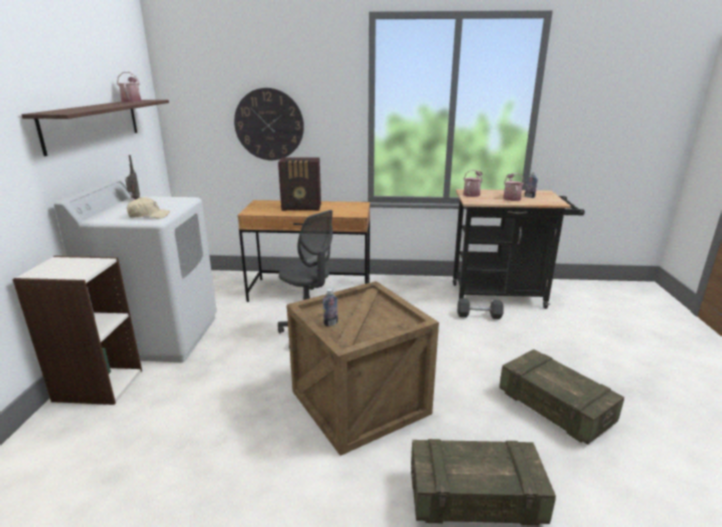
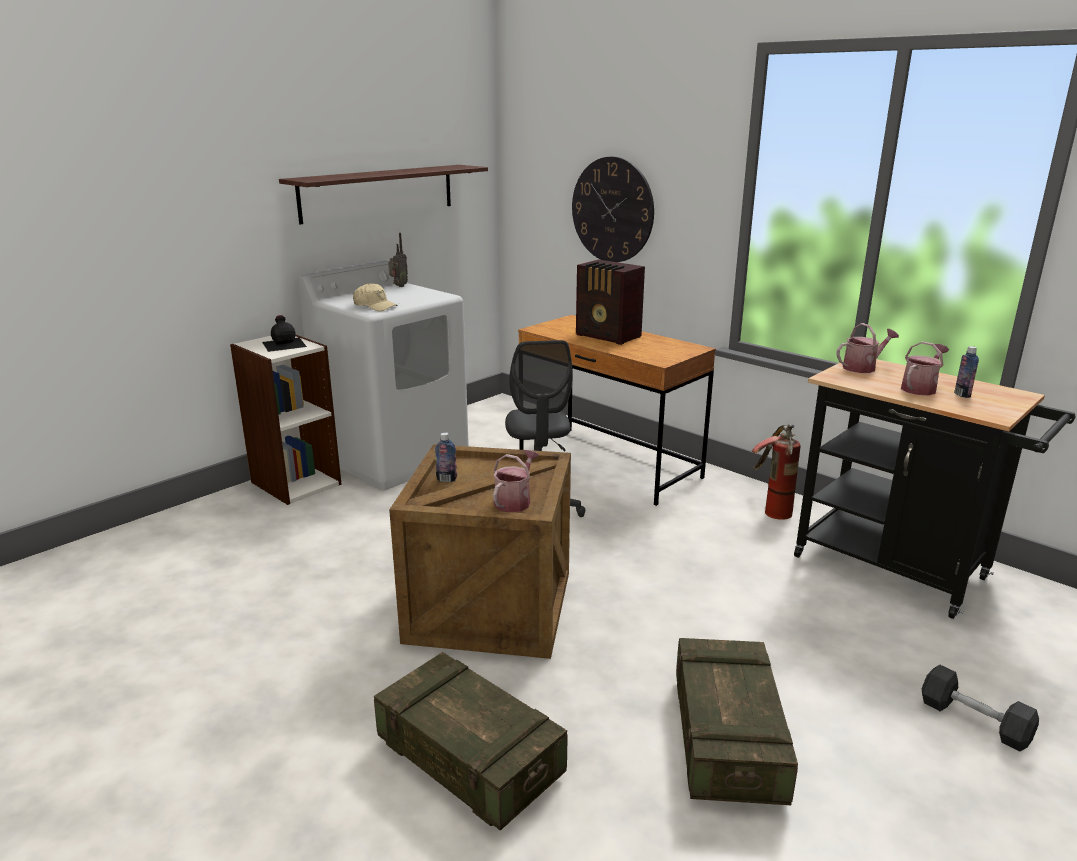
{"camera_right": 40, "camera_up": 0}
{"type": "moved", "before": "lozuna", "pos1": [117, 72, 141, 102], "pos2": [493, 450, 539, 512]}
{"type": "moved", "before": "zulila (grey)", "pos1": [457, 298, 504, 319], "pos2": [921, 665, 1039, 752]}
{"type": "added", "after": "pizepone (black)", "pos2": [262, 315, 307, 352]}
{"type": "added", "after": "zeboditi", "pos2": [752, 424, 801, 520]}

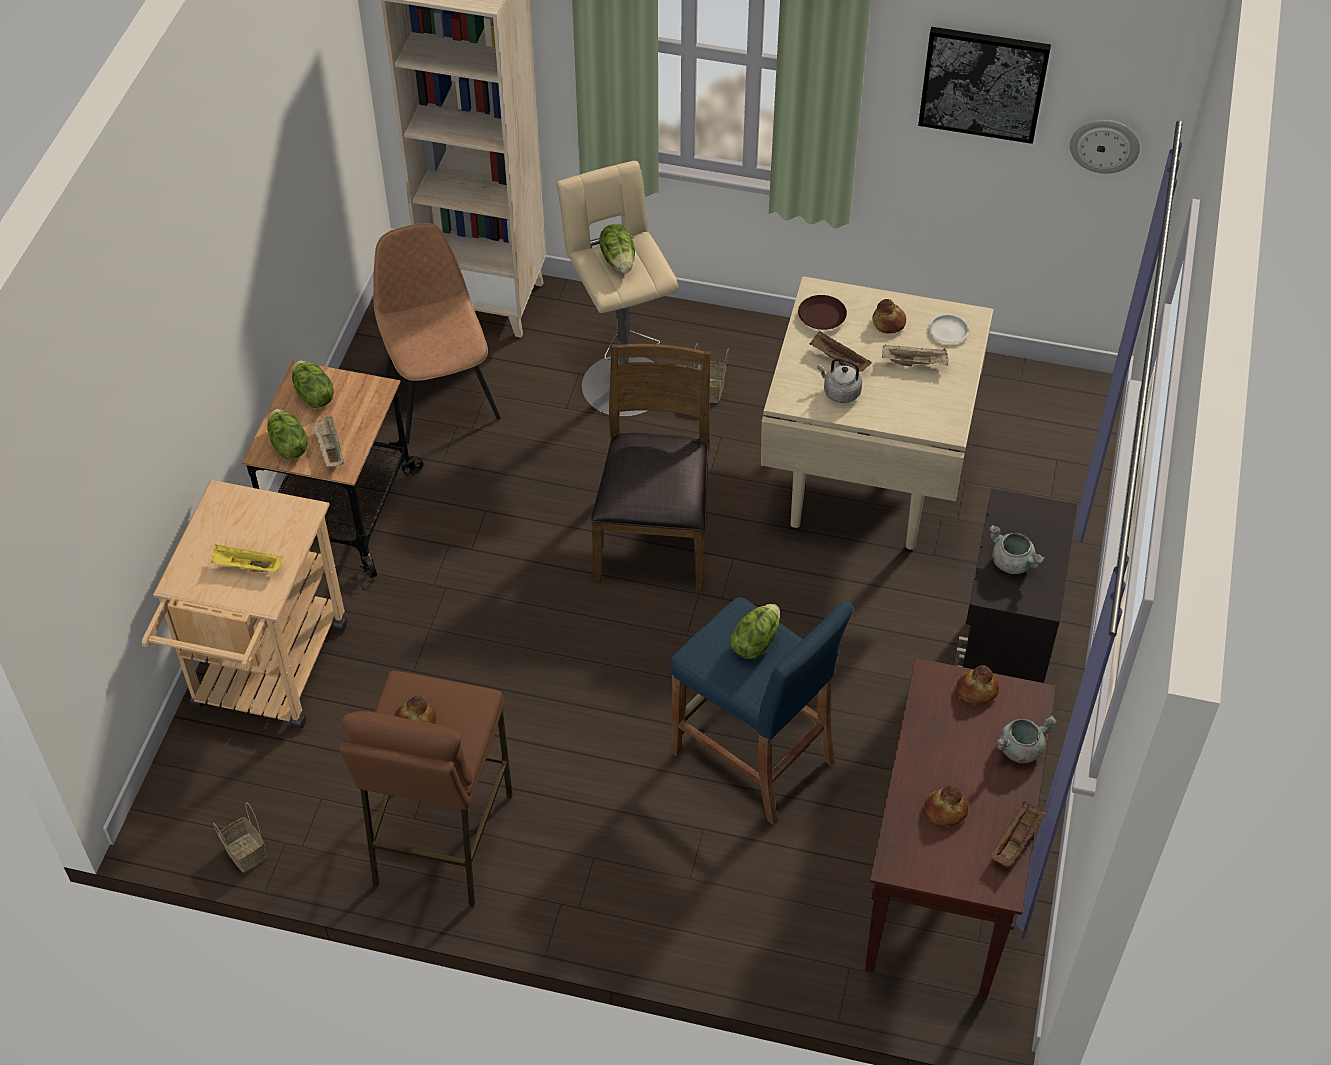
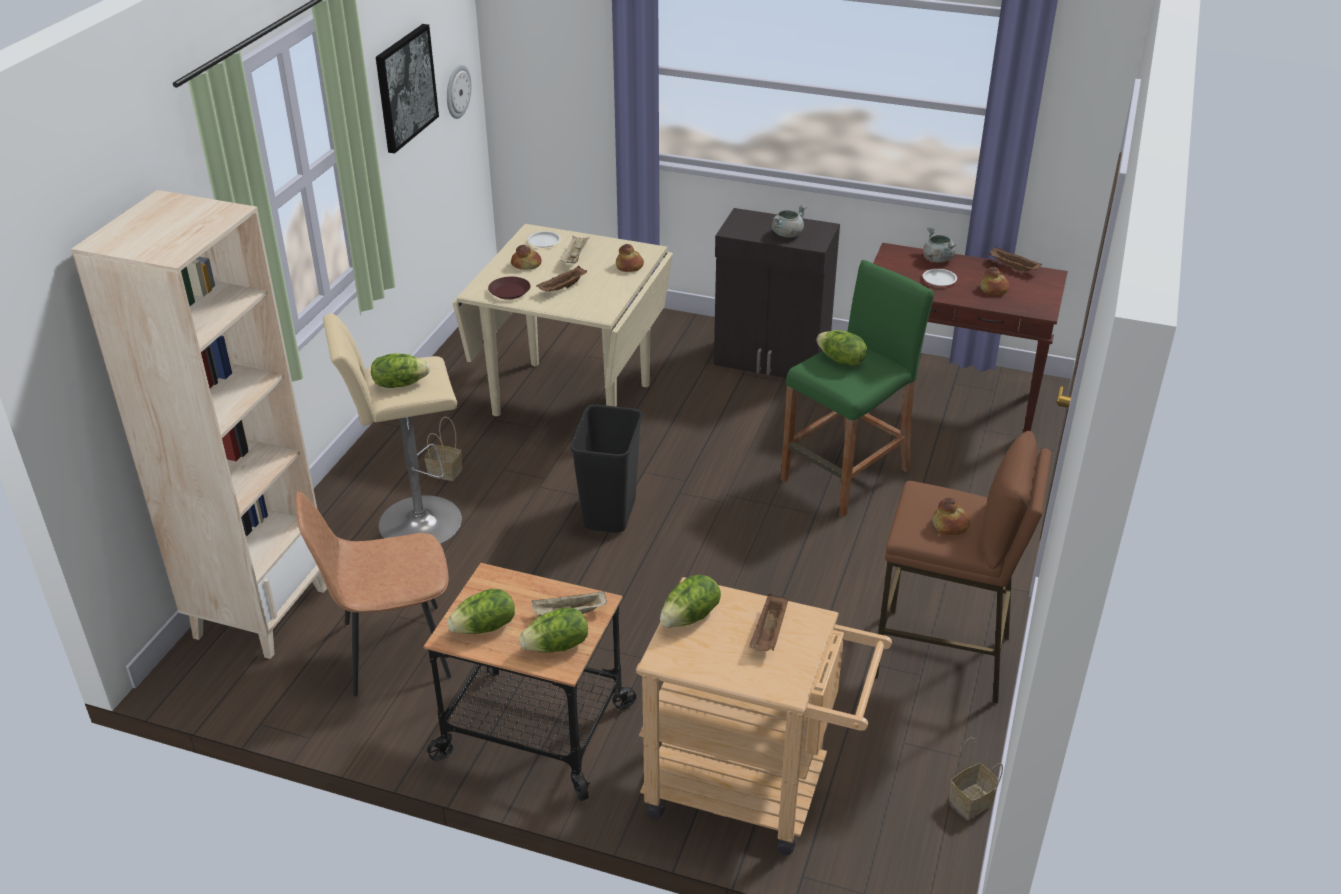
{"camera_right": -85, "camera_up": -15}
{"type": "replaced", "before": "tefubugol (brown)", "after": "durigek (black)", "pos1": [591, 344, 710, 591], "pos2": [570, 405, 643, 533]}
{"type": "removed", "before": "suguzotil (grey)", "pos1": [817, 358, 862, 403]}
{"type": "recoloured", "before": "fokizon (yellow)", "after": "fokizon (brown)", "pos1": [211, 544, 283, 572], "pos2": [749, 593, 788, 651]}
{"type": "recoloured", "before": "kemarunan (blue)", "after": "kemarunan (green)", "pos1": [670, 597, 853, 825], "pos2": [781, 260, 934, 517]}
{"type": "moved", "before": "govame", "pos1": [957, 665, 999, 705], "pos2": [616, 244, 644, 272]}
{"type": "added", "after": "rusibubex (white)", "pos2": [923, 269, 957, 286]}
{"type": "added", "after": "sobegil", "pos2": [660, 575, 721, 628]}

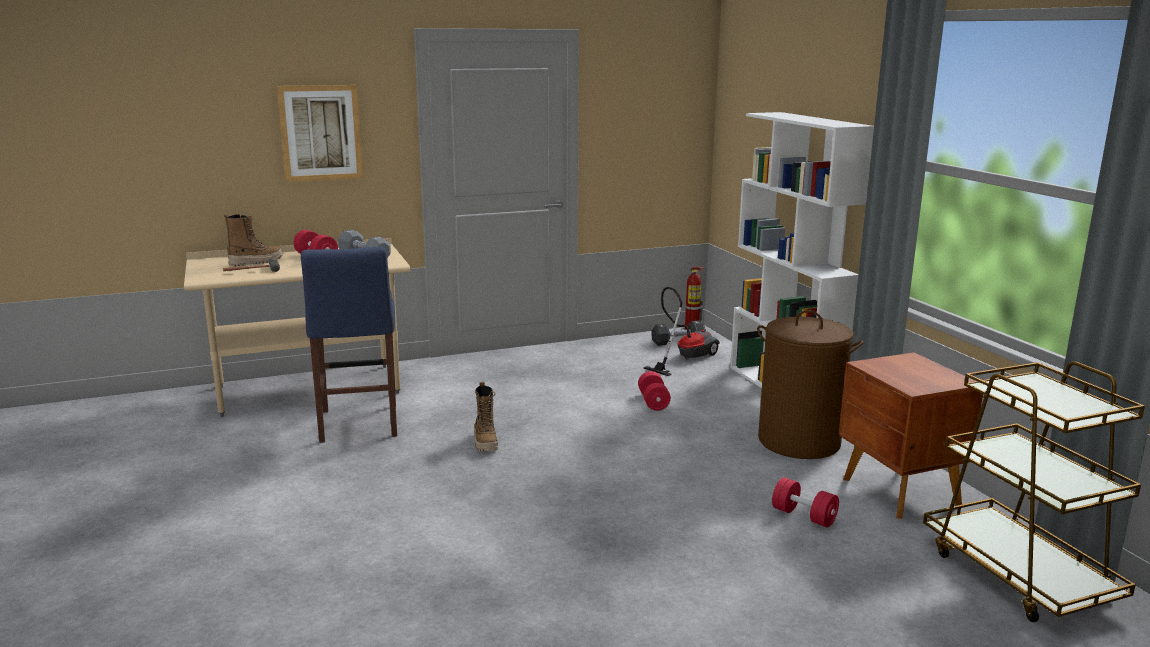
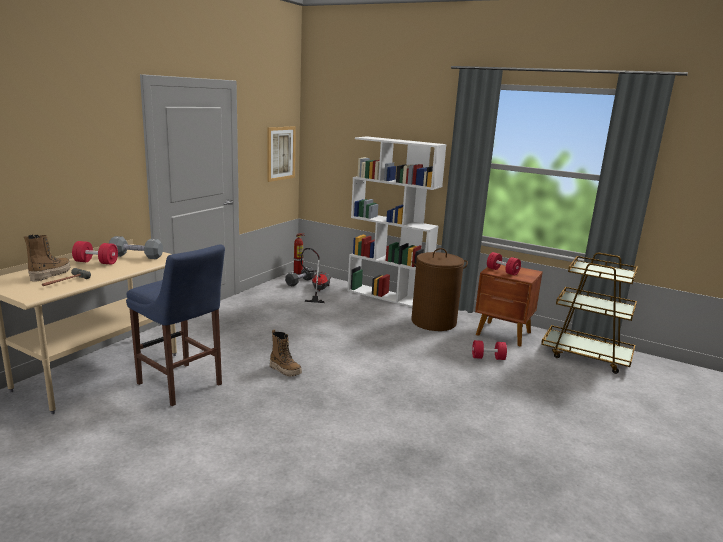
{"camera_right": -40, "camera_up": 0}
{"type": "moved", "before": "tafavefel", "pos1": [277, 85, 363, 182], "pos2": [268, 126, 296, 182]}
{"type": "moved", "before": "zulila (red)", "pos1": [638, 371, 671, 411], "pos2": [487, 252, 521, 275]}

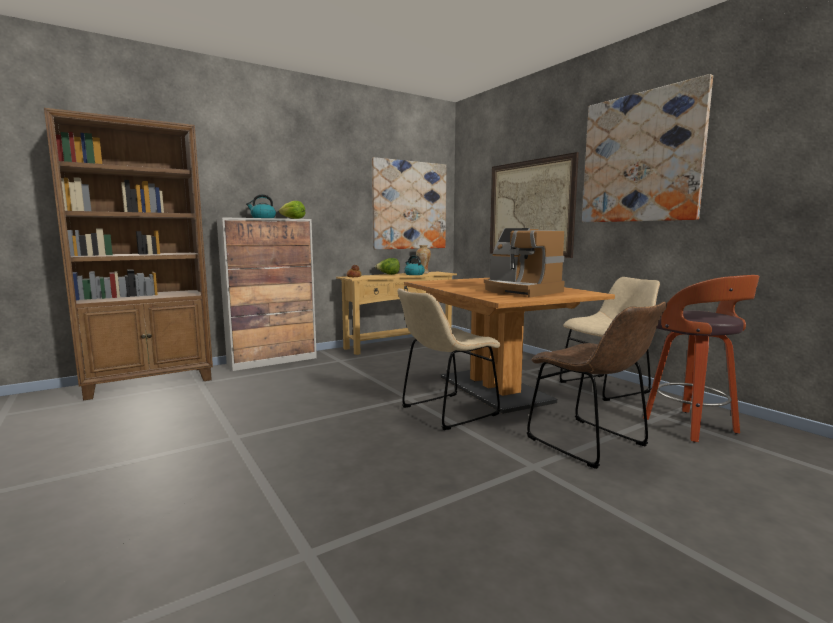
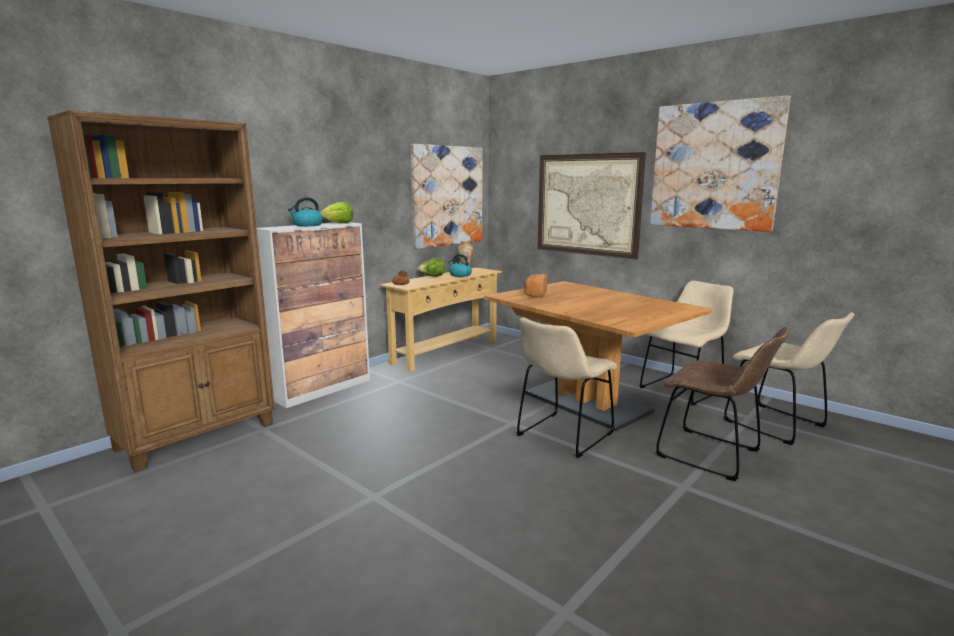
{"camera_right": -15, "camera_up": 5}
{"type": "removed", "before": "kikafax", "pos1": [484, 228, 565, 298]}
{"type": "replaced", "before": "kemarunan", "after": "tefubugol (beige)", "pos1": [643, 275, 760, 443], "pos2": [724, 312, 854, 445]}
{"type": "added", "after": "govame", "pos2": [524, 274, 547, 298]}

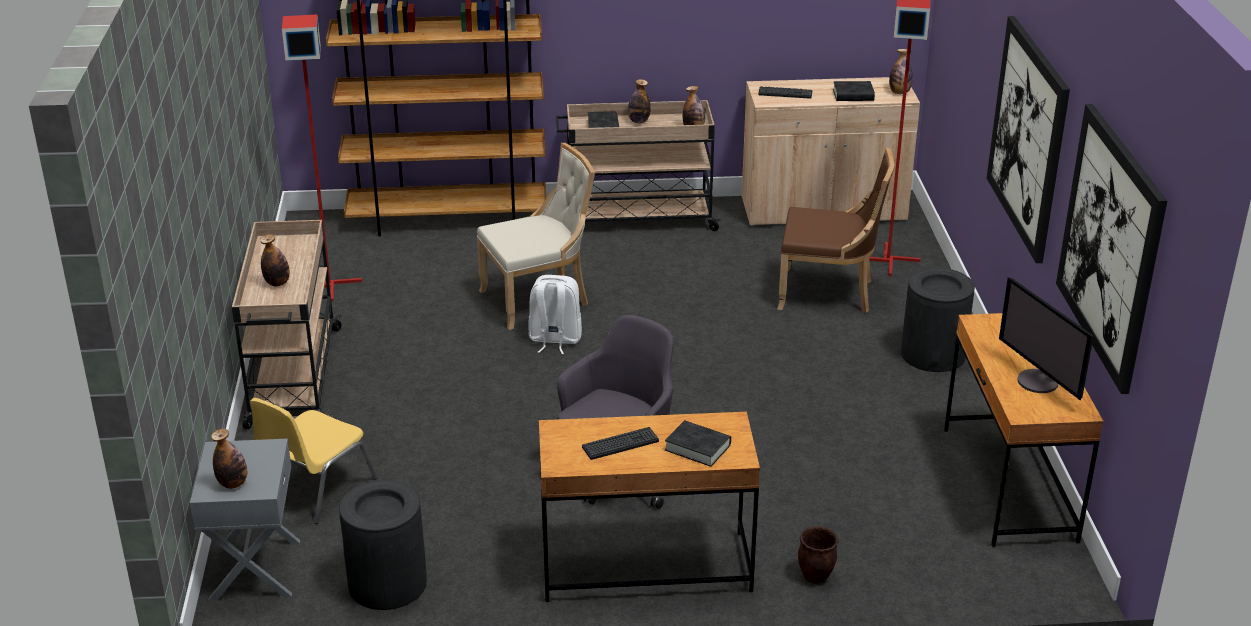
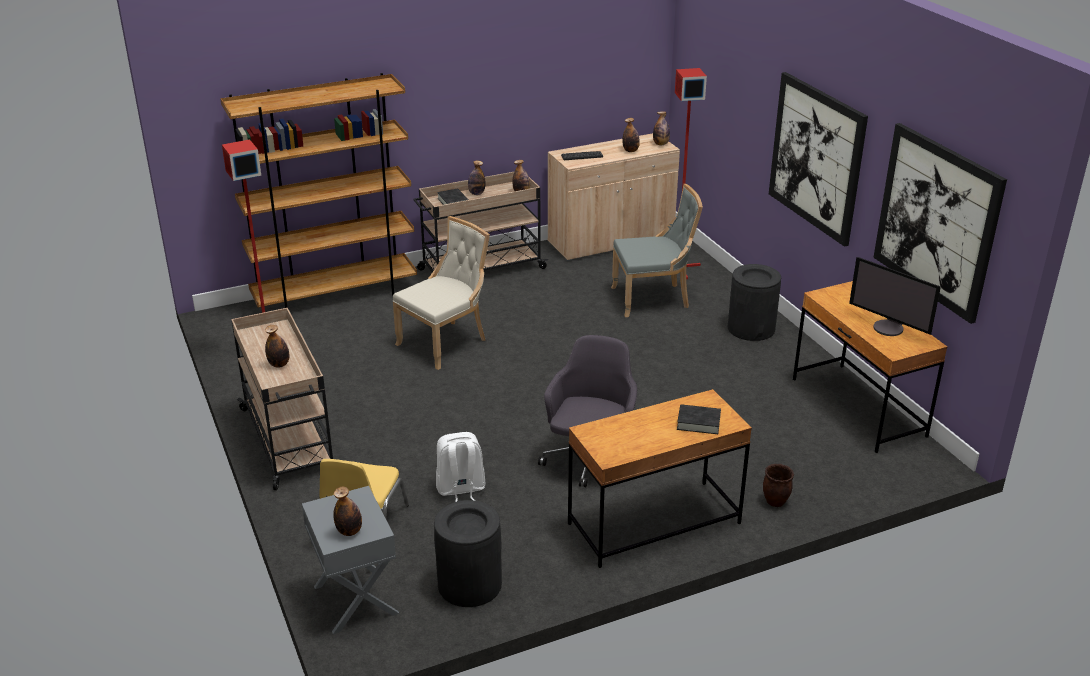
{"camera_right": -20, "camera_up": 0}
{"type": "replaced", "before": "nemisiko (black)", "after": "pizepone", "pos1": [833, 81, 875, 101], "pos2": [623, 118, 640, 152]}
{"type": "recoloured", "before": "tefubugol (brown)", "after": "tefubugol (grey)", "pos1": [777, 148, 894, 313], "pos2": [611, 184, 703, 317]}
{"type": "moved", "before": "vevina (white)", "pos1": [529, 275, 582, 354], "pos2": [436, 432, 486, 502]}
{"type": "removed", "before": "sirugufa", "pos1": [582, 427, 659, 460]}

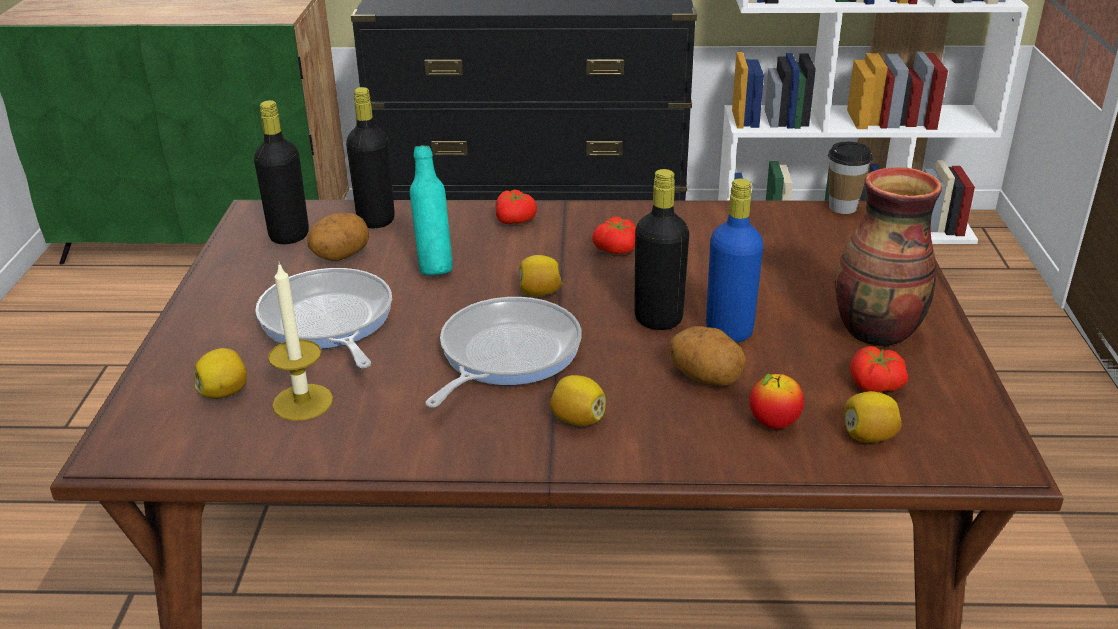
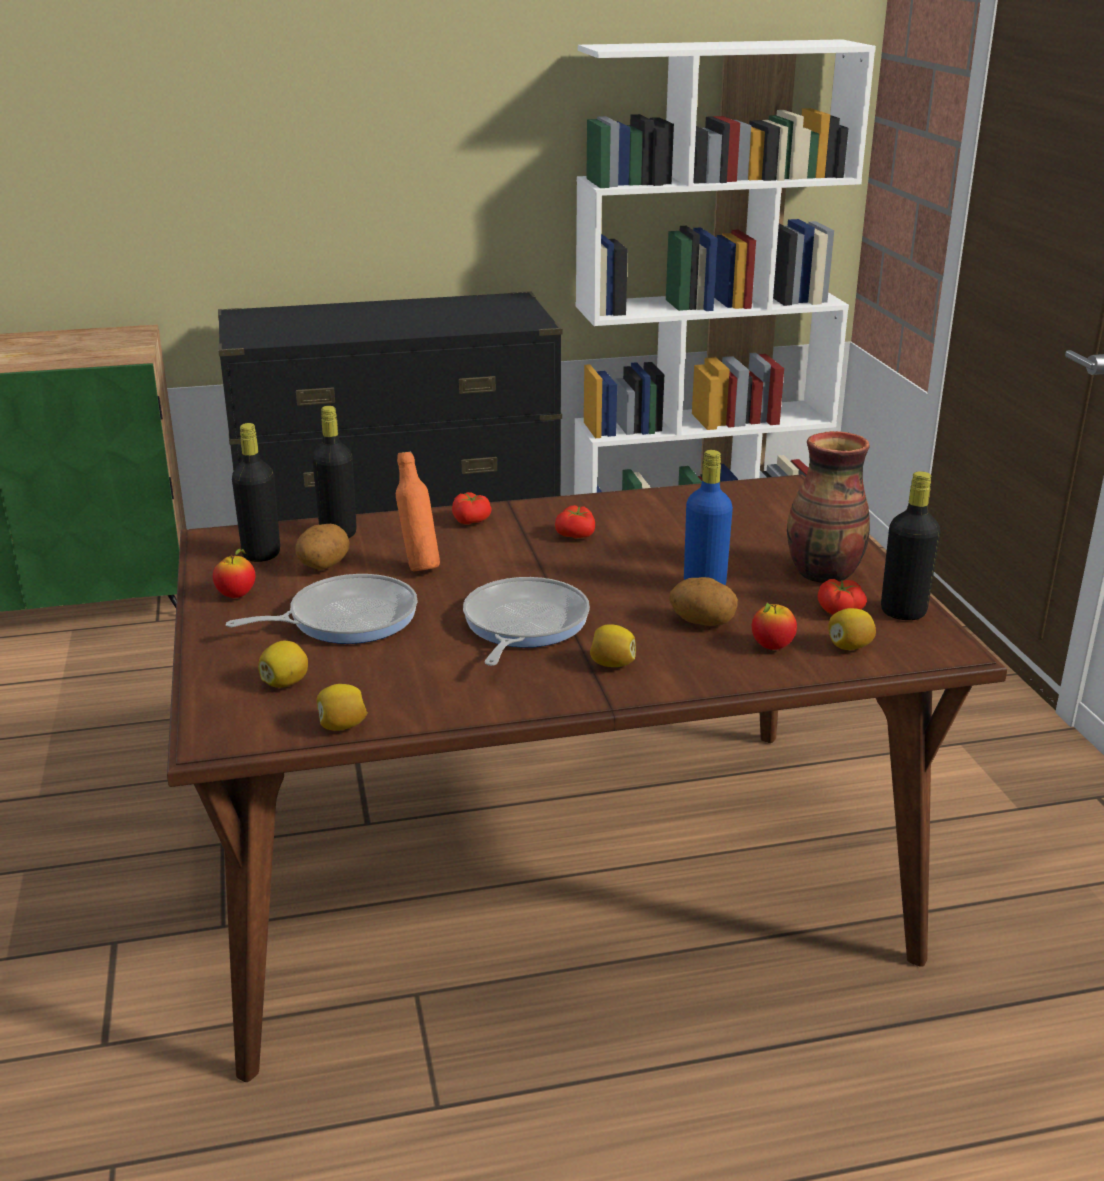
{"camera_right": -15, "camera_up": -5}
{"type": "removed", "before": "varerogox", "pos1": [828, 142, 873, 214]}
{"type": "recoloured", "before": "pizepone (turquoise)", "after": "pizepone (orange)", "pos1": [410, 145, 453, 275], "pos2": [396, 451, 440, 572]}
{"type": "moved", "before": "pizepone (black)", "pos1": [634, 169, 689, 330], "pos2": [881, 471, 941, 620]}
{"type": "moved", "before": "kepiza", "pos1": [519, 255, 563, 296], "pos2": [316, 684, 368, 731]}
{"type": "removed", "before": "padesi", "pos1": [268, 263, 333, 421]}
{"type": "turned", "before": "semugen", "pos1": [256, 268, 392, 368], "pos2": [226, 574, 418, 644], "turn": 105}
{"type": "added", "after": "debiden", "pos2": [213, 549, 256, 598]}

